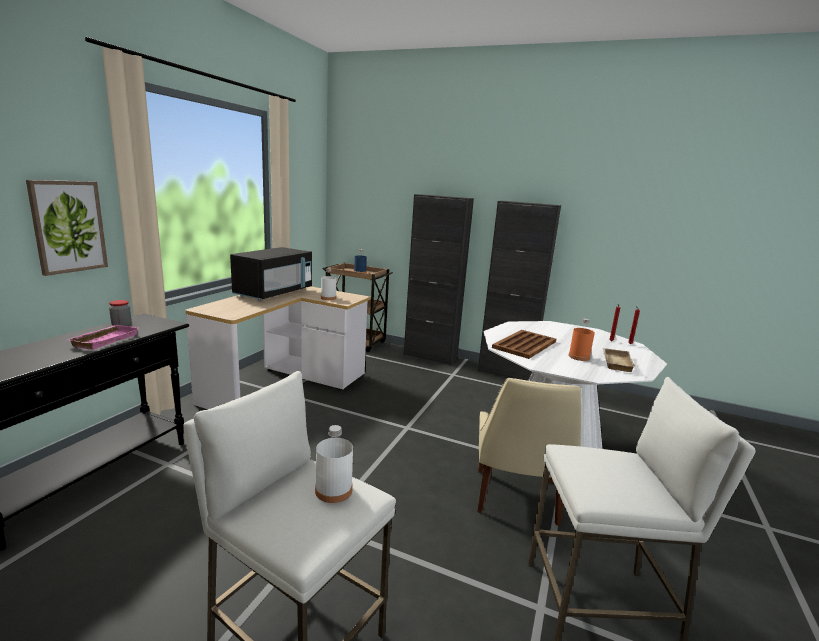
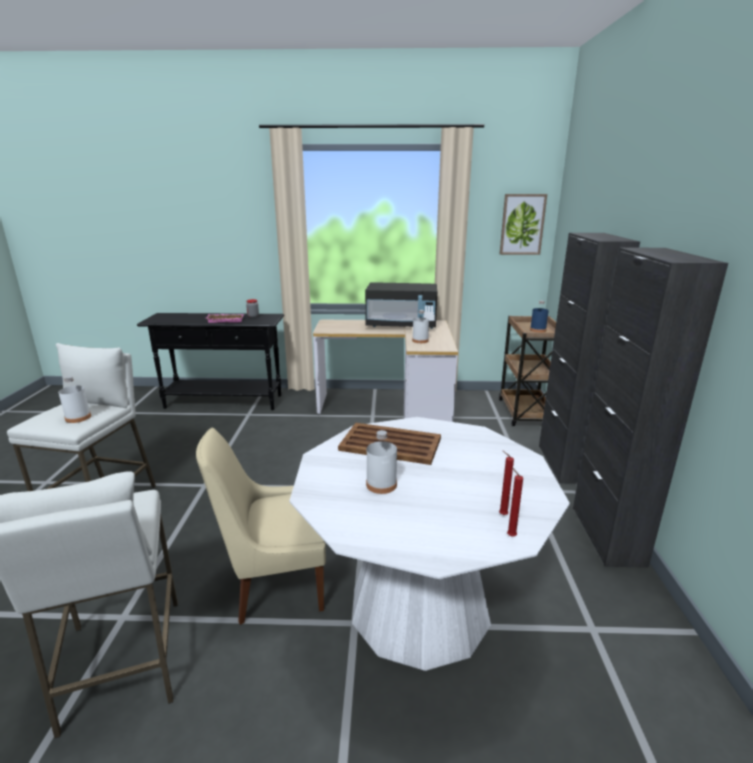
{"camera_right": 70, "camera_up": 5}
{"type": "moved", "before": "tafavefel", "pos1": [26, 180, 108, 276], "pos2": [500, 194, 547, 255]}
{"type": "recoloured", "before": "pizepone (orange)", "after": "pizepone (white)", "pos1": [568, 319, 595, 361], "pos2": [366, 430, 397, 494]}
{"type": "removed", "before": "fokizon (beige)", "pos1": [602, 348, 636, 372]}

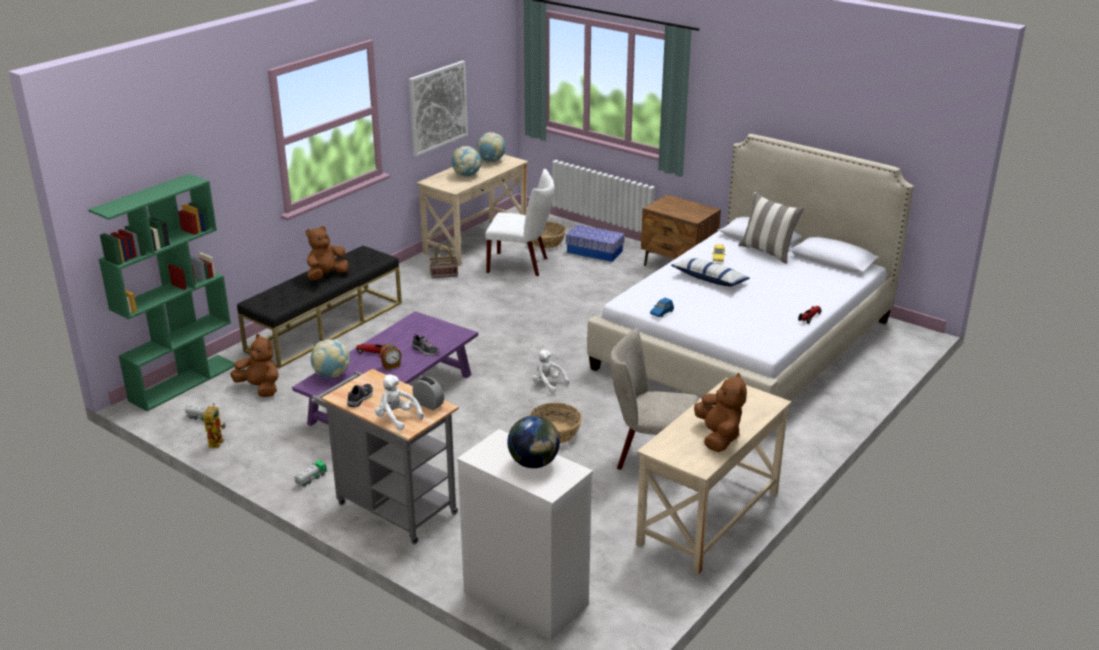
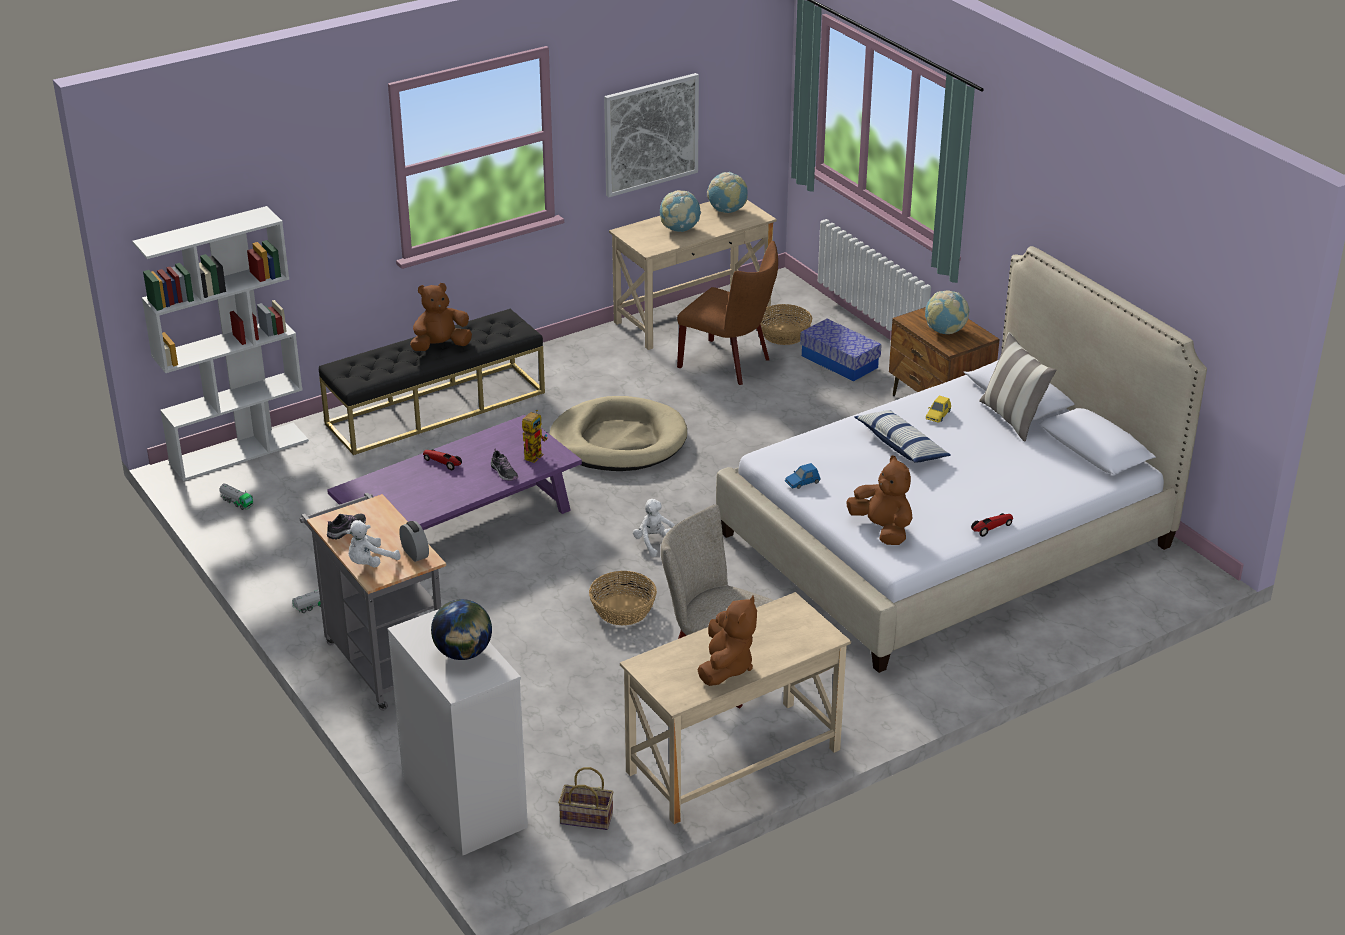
{"camera_right": 20, "camera_up": 5}
{"type": "recoloured", "before": "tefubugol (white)", "after": "tefubugol (brown)", "pos1": [485, 169, 554, 276], "pos2": [677, 241, 778, 385]}
{"type": "recoloured", "before": "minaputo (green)", "after": "minaputo (white)", "pos1": [88, 174, 235, 411], "pos2": [132, 206, 309, 481]}
{"type": "moved", "before": "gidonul", "pos1": [429, 243, 458, 278], "pos2": [558, 767, 614, 830]}
{"type": "moved", "before": "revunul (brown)", "pos1": [230, 334, 279, 397], "pos2": [847, 456, 913, 545]}
{"type": "moved", "before": "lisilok", "pos1": [311, 339, 350, 378], "pos2": [925, 290, 970, 334]}
{"type": "removed", "before": "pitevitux", "pos1": [380, 344, 401, 370]}
{"type": "turned", "before": "revunul (white)", "pos1": [375, 375, 423, 430], "pos2": [346, 520, 401, 568], "turn": -105}
{"type": "moved", "before": "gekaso", "pos1": [203, 403, 226, 448], "pos2": [522, 410, 547, 463]}
{"type": "added", "after": "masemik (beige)", "pos2": [549, 396, 687, 471]}

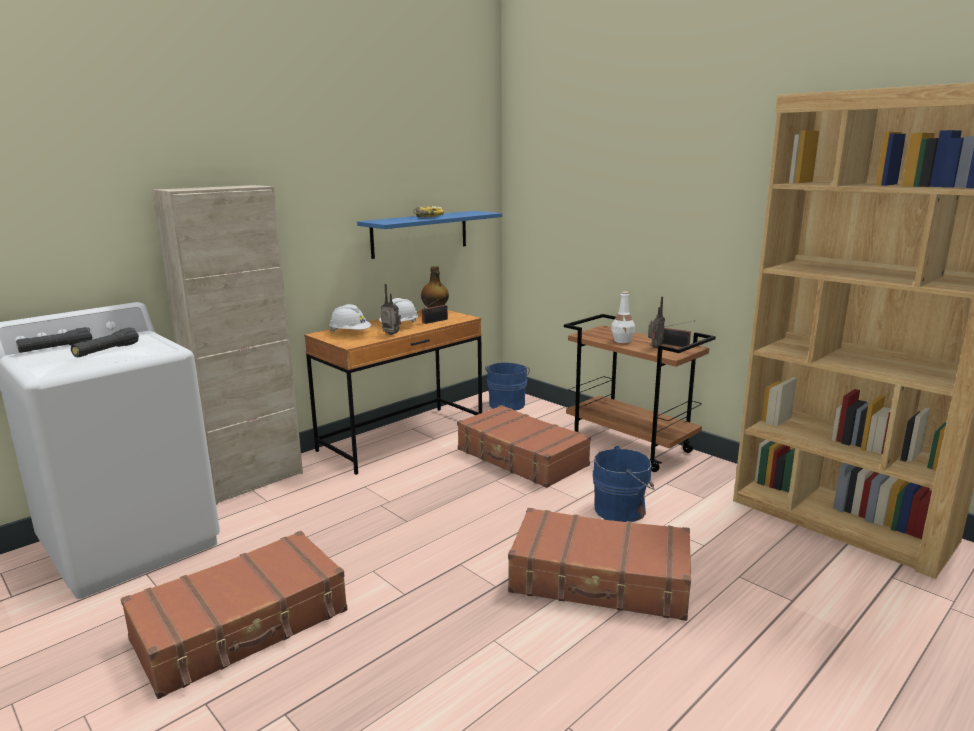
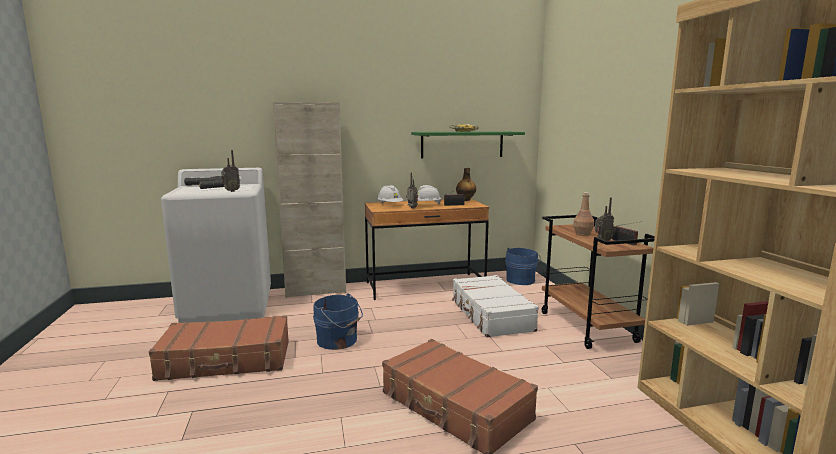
{"camera_right": 30, "camera_up": -5}
{"type": "recoloured", "before": "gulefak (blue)", "after": "gulefak (green)", "pos1": [357, 211, 502, 259], "pos2": [411, 131, 525, 159]}
{"type": "recoloured", "before": "pizepone (white)", "after": "pizepone (brown)", "pos1": [611, 291, 635, 343], "pos2": [573, 192, 594, 236]}
{"type": "recoloured", "before": "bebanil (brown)", "after": "bebanil (white)", "pos1": [457, 405, 591, 488], "pos2": [452, 275, 539, 338]}
{"type": "moved", "before": "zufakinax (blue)", "pos1": [593, 446, 655, 522], "pos2": [313, 293, 363, 350]}
{"type": "added", "after": "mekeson", "pos2": [221, 150, 240, 192]}

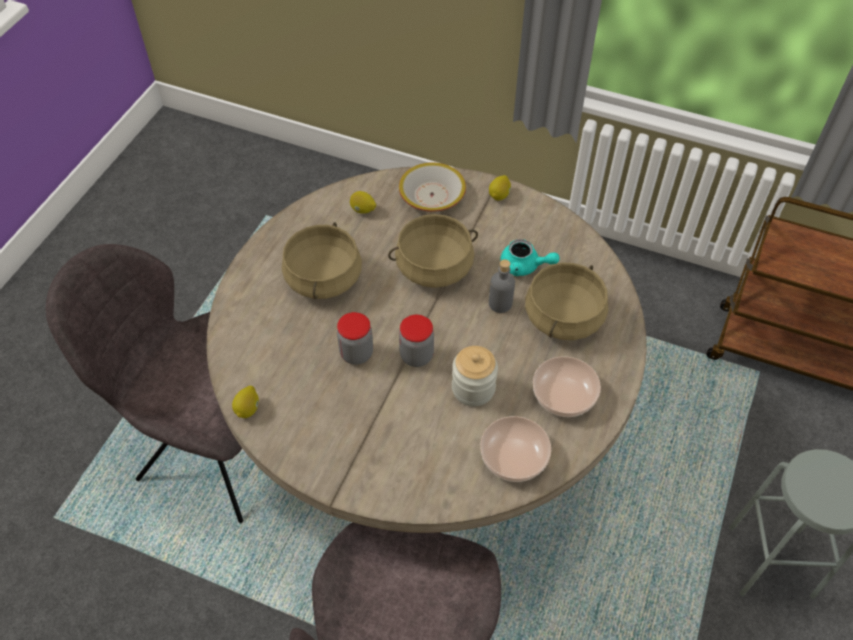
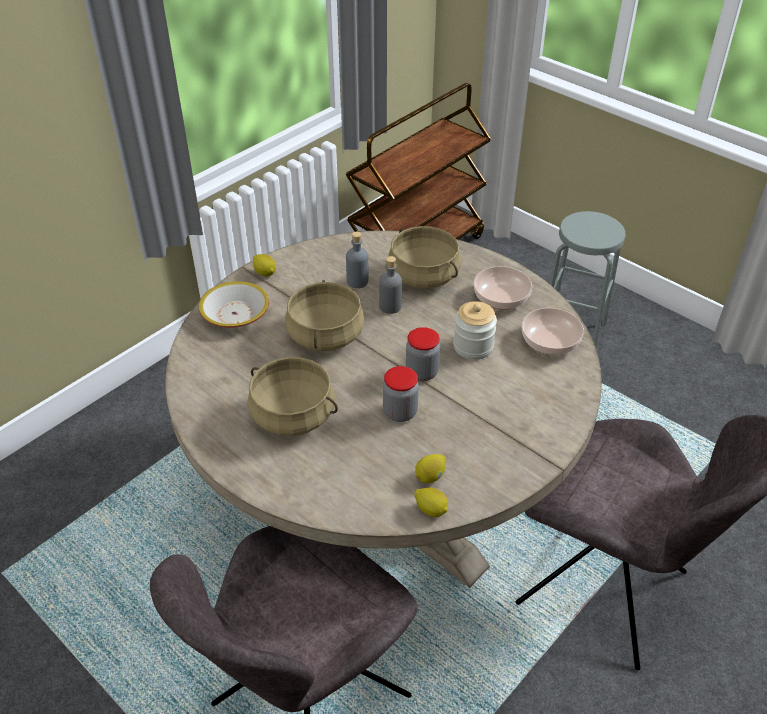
{"camera_right": -70, "camera_up": -10}
{"type": "moved", "before": "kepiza", "pos1": [350, 191, 376, 214], "pos2": [415, 454, 446, 483]}
{"type": "replaced", "before": "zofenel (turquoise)", "after": "pizepone (grey)", "pos1": [500, 239, 560, 276], "pos2": [346, 232, 368, 288]}

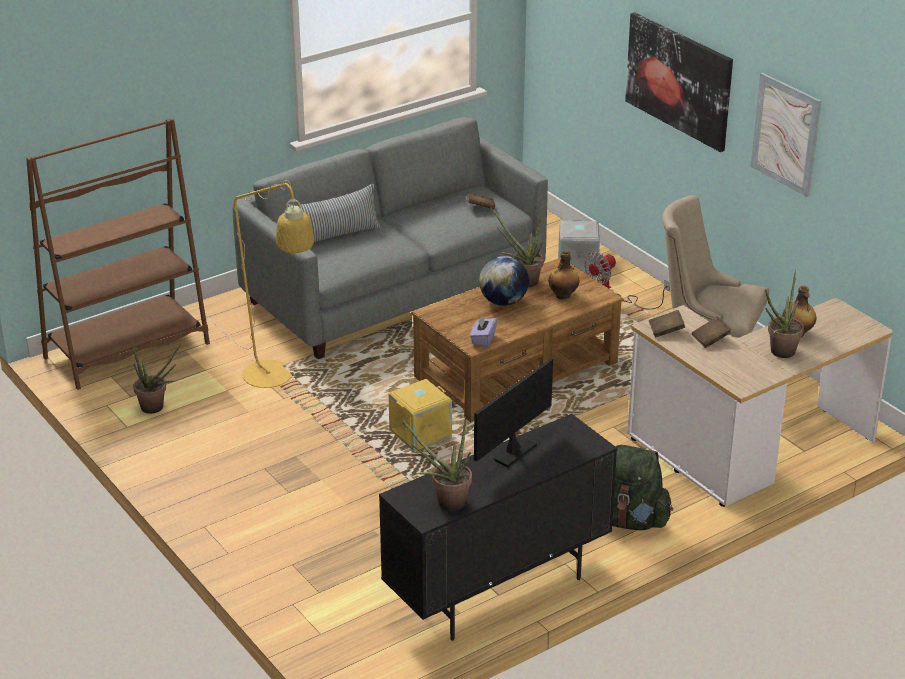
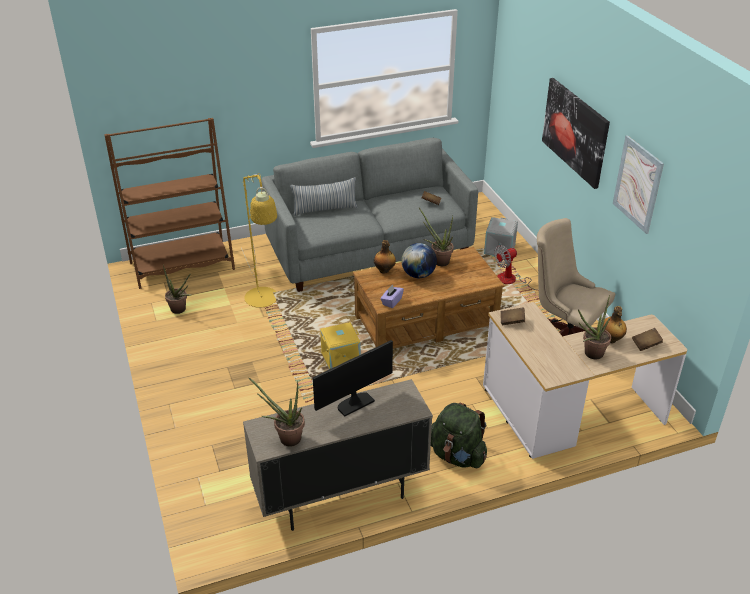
{"camera_right": 15, "camera_up": 5}
{"type": "moved", "before": "pizepone", "pos1": [548, 251, 579, 300], "pos2": [374, 240, 396, 273]}
{"type": "moved", "before": "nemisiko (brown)", "pos1": [692, 317, 731, 348], "pos2": [632, 328, 663, 351]}
{"type": "recoloured", "before": "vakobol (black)", "after": "vakobol (beige)", "pos1": [379, 414, 617, 641], "pos2": [243, 379, 433, 531]}

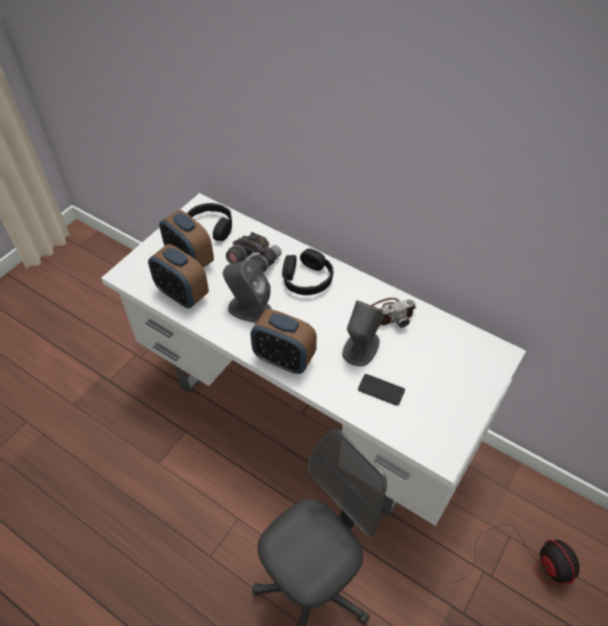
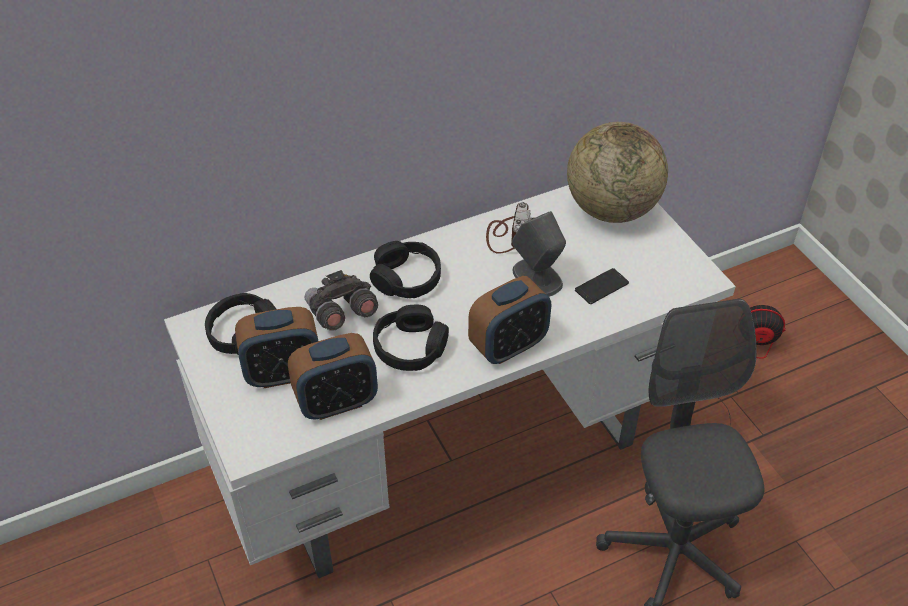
{"camera_right": -60, "camera_up": -5}
{"type": "replaced", "before": "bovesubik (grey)", "after": "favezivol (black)", "pos1": [223, 260, 271, 323], "pos2": [373, 305, 449, 371]}
{"type": "added", "after": "lisilok", "pos2": [567, 122, 668, 223]}

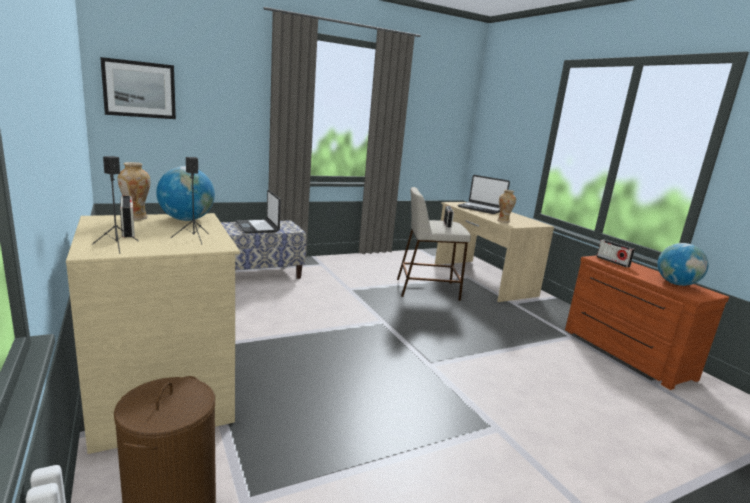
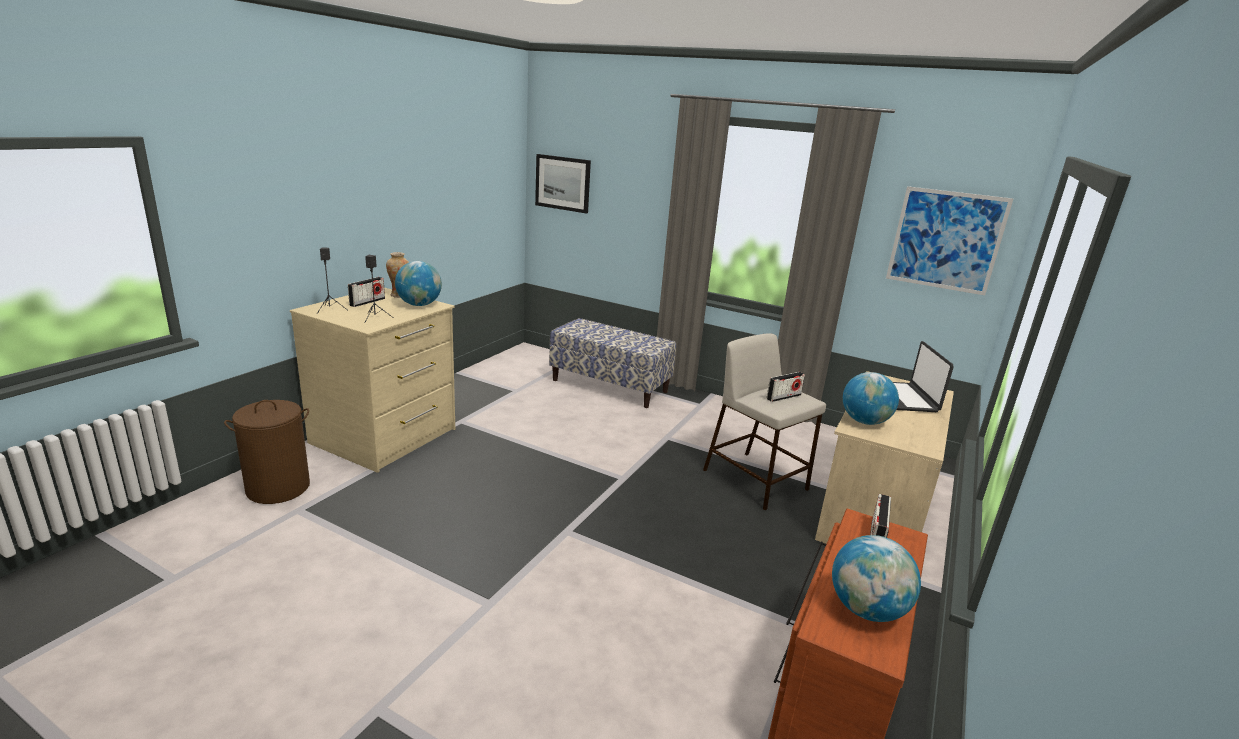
{"camera_right": 55, "camera_up": 5}
{"type": "removed", "before": "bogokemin", "pos1": [236, 190, 281, 234]}
{"type": "replaced", "before": "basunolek", "after": "lisilok", "pos1": [497, 190, 516, 223], "pos2": [843, 372, 899, 425]}
{"type": "added", "after": "tafavefel", "pos2": [886, 186, 1013, 295]}

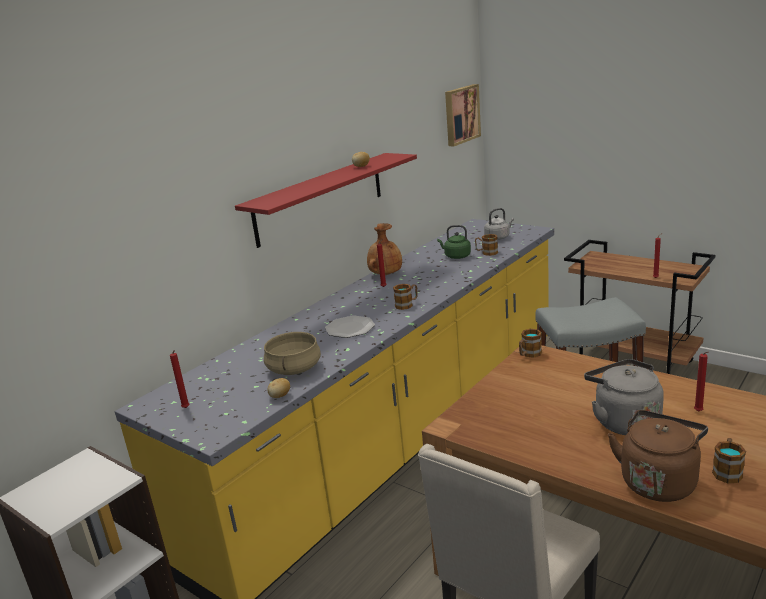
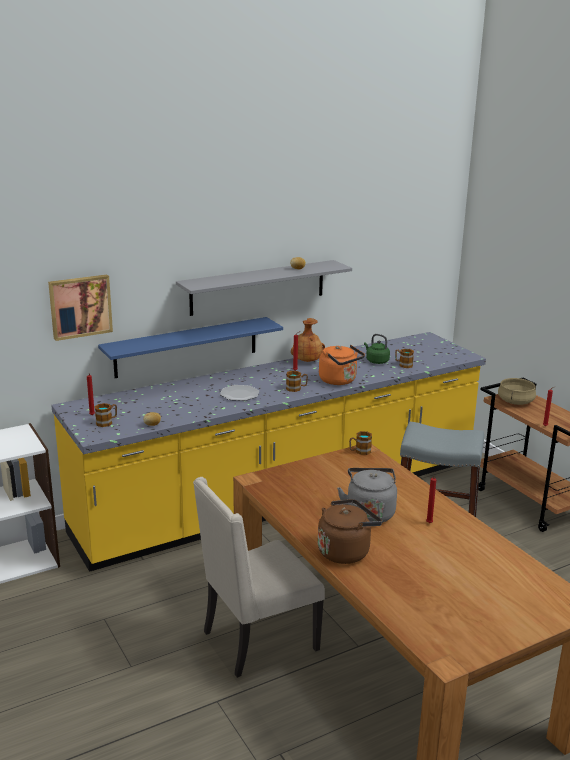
{"camera_right": 20, "camera_up": 0}
{"type": "moved", "before": "tafavefel", "pos1": [445, 84, 481, 146], "pos2": [48, 274, 113, 341]}
{"type": "recoloured", "before": "gulefak (red)", "after": "gulefak (grey)", "pos1": [235, 153, 417, 248], "pos2": [176, 260, 352, 316]}
{"type": "removed", "before": "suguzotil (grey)", "pos1": [484, 208, 514, 240]}
{"type": "moved", "before": "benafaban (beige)", "pos1": [264, 332, 321, 375], "pos2": [498, 378, 536, 405]}
{"type": "moved", "before": "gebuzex", "pos1": [712, 438, 746, 484], "pos2": [94, 403, 117, 427]}
{"type": "added", "after": "gulefak (blue)", "pos2": [98, 317, 283, 378]}
{"type": "added", "after": "suguzotil (orange)", "pos2": [319, 345, 365, 385]}

